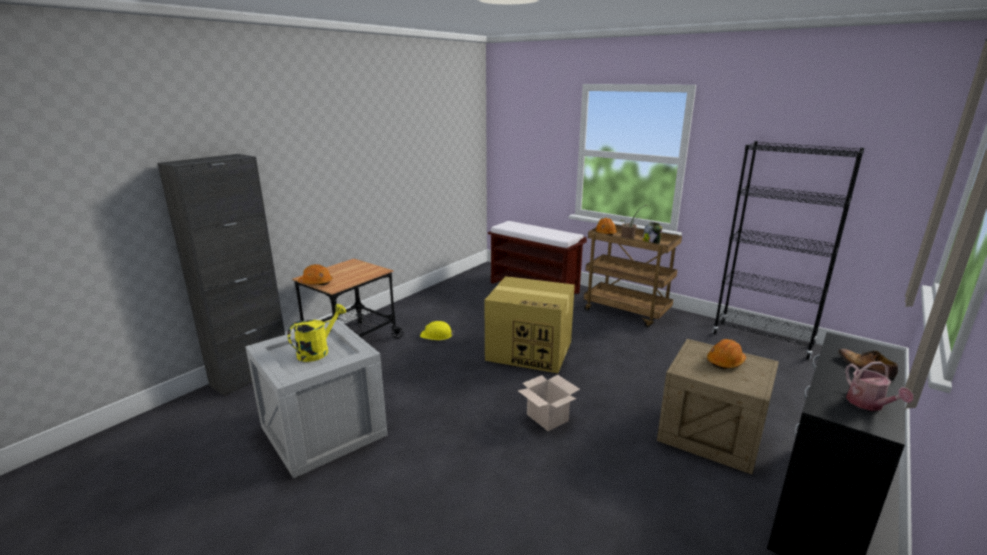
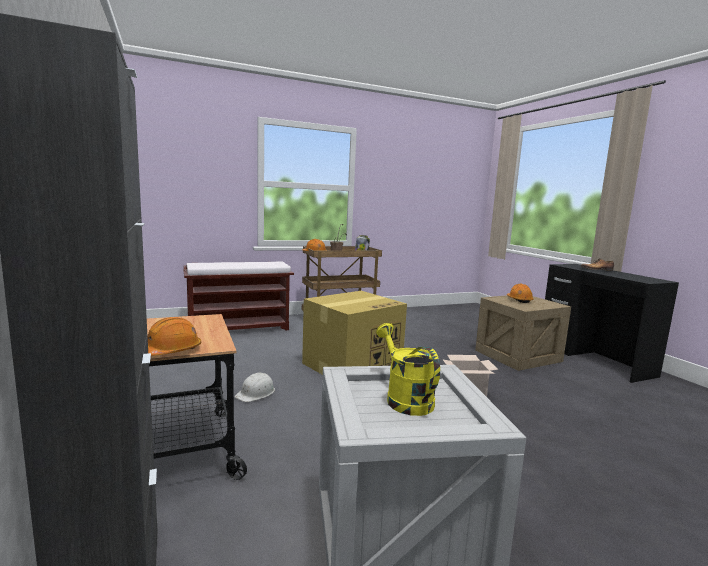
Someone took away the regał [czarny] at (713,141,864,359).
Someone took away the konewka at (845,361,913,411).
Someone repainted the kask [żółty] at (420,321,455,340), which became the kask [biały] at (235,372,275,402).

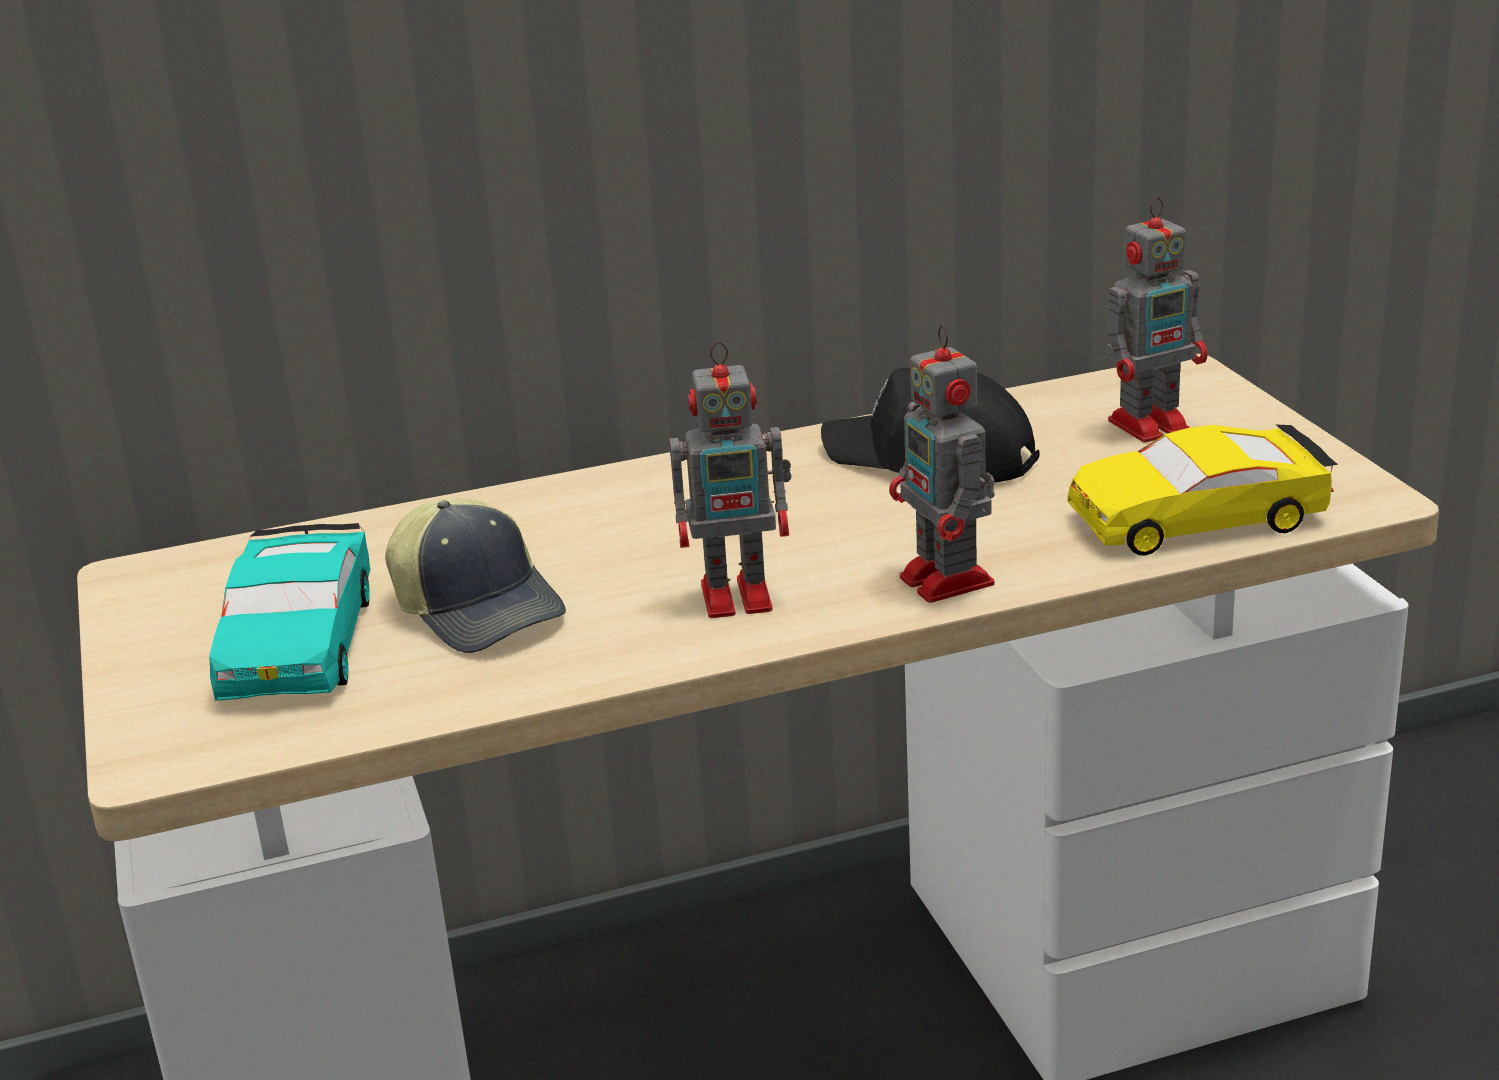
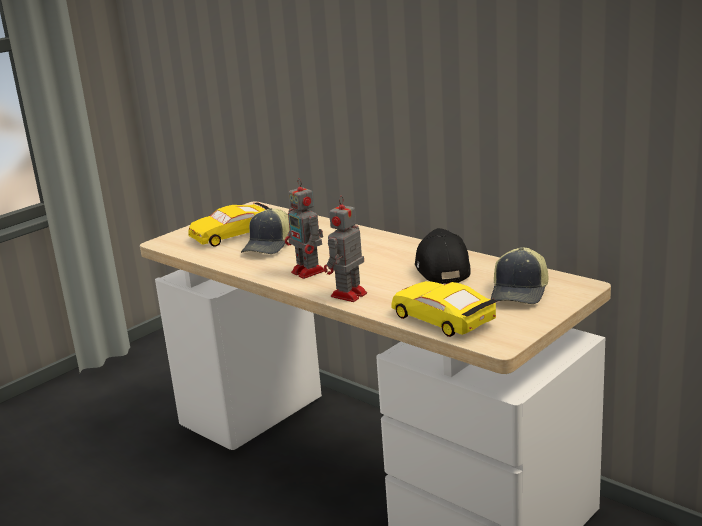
Someone swapped the robot zabawkowy at (1107,196,1208,443) for the czapka z daszkiem at (491,247,548,304).
Someone repainted the samochodzik [turkusowy] at (209,523,370,701), which became the samochodzik [żółty] at (188,202,269,247).

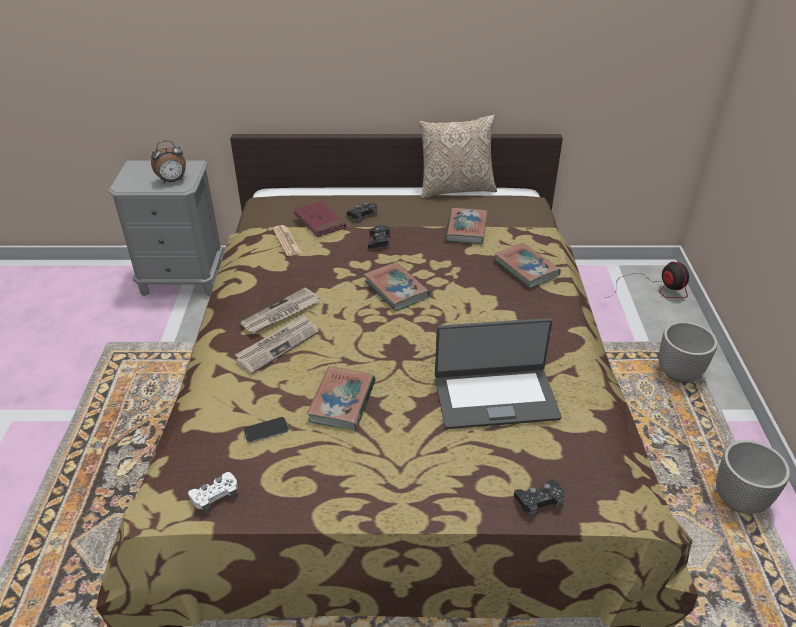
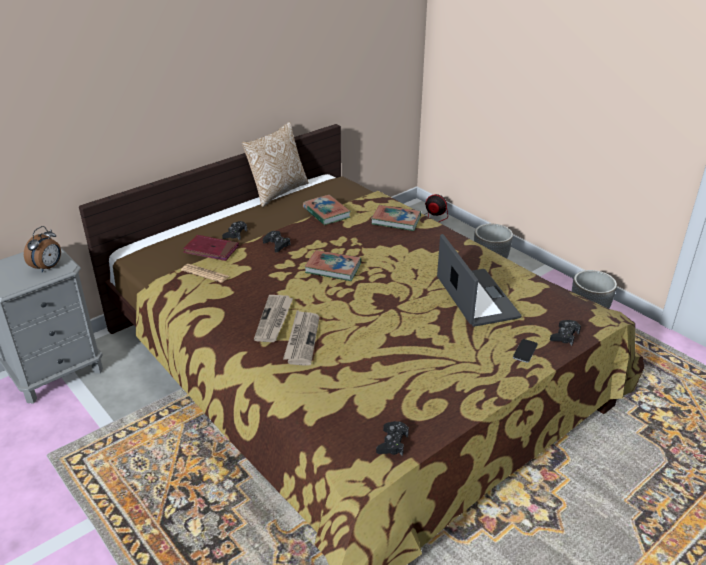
Someone took away the książka at (307,366,375,430).
Someone carried the telefon from (243,417,289,443) to (513,339,538,363).
Someone repainted the pad do gier [biały] at (188,472,238,515), which became the pad do gier [czarny] at (376,421,409,456).
Someone rotated the laptop at (435,318,562,429) by 60 degrees counterclockwise.

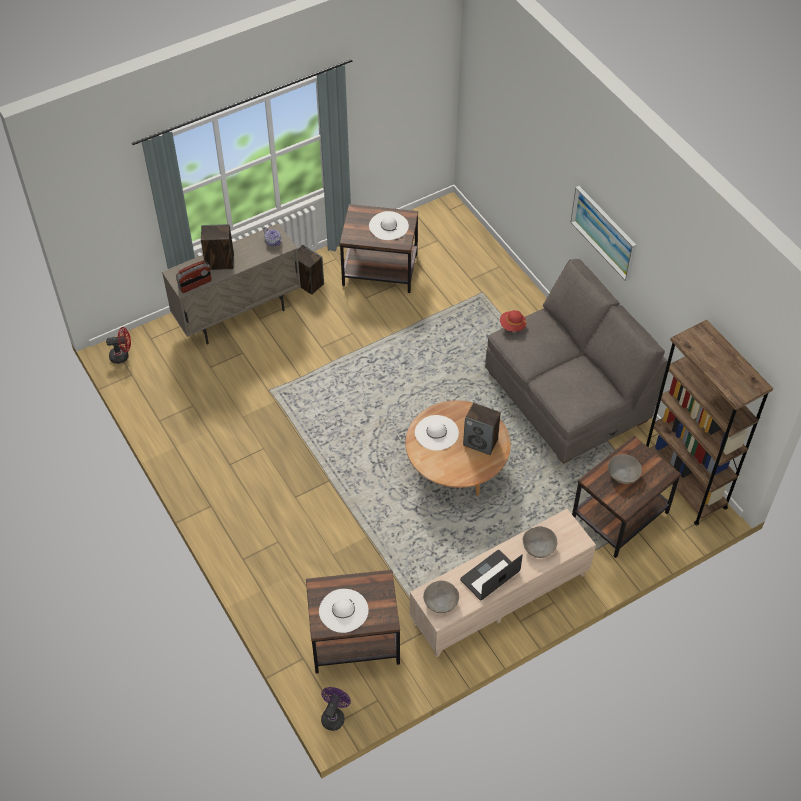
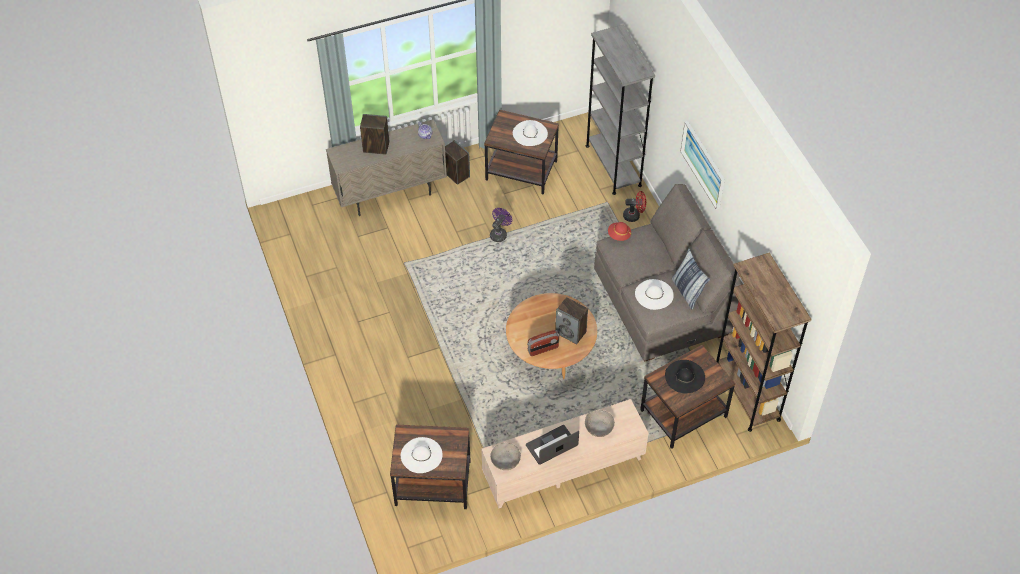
Someone put down the regał [szary] at (586,24,655,195).
Someone put down the poduszka at (672,249,710,309).
Someone carried the wentylator [czerwony] from (106,327,131,364) to (623,191,646,222).
Someone carried the radio from (176,260,212,293) to (527,330,559,356).
Someone carried the wentylator [fioletowy] from (321,687,351,731) to (490,208,512,242).
Someone carried the kapelusz [biały] from (415,415,459,451) to (635,279,674,310).
Someone swapped the miska [szary] at (608,454,642,484) for the kapelusz [czarny] at (665,360,705,393).

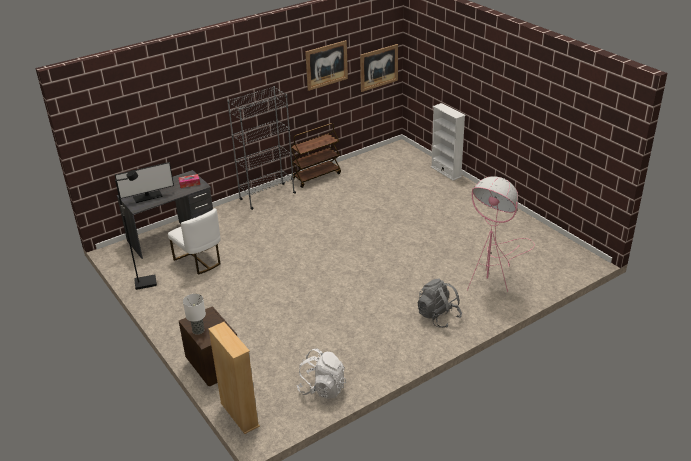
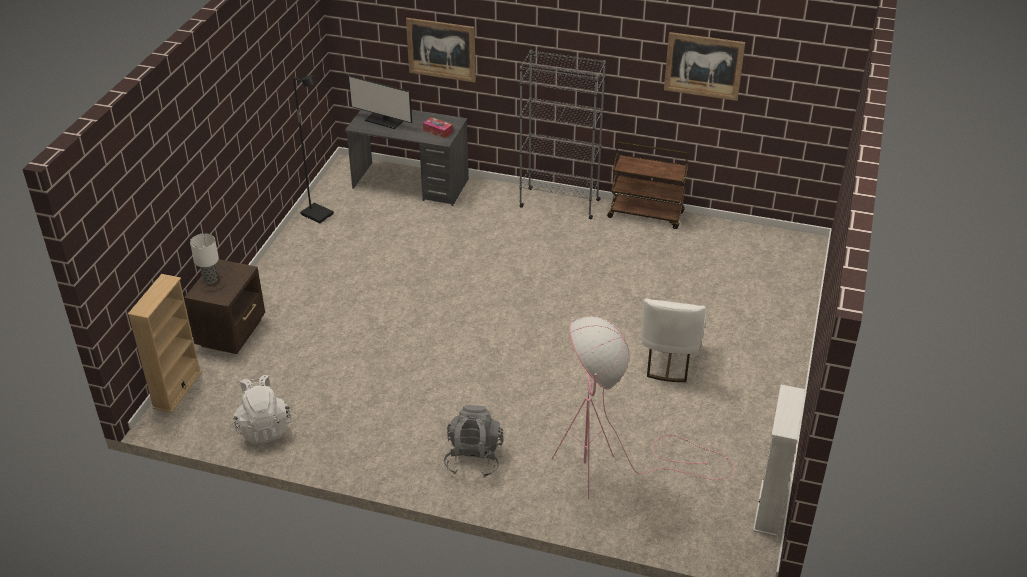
Someone carried the krzesło [biały] from (168,208,221,274) to (641,298,707,382).
Someone carried the obraz from (360,44,398,92) to (406,18,476,83).
Someone carried the regał [biały] from (431,103,465,181) to (753,385,805,537).

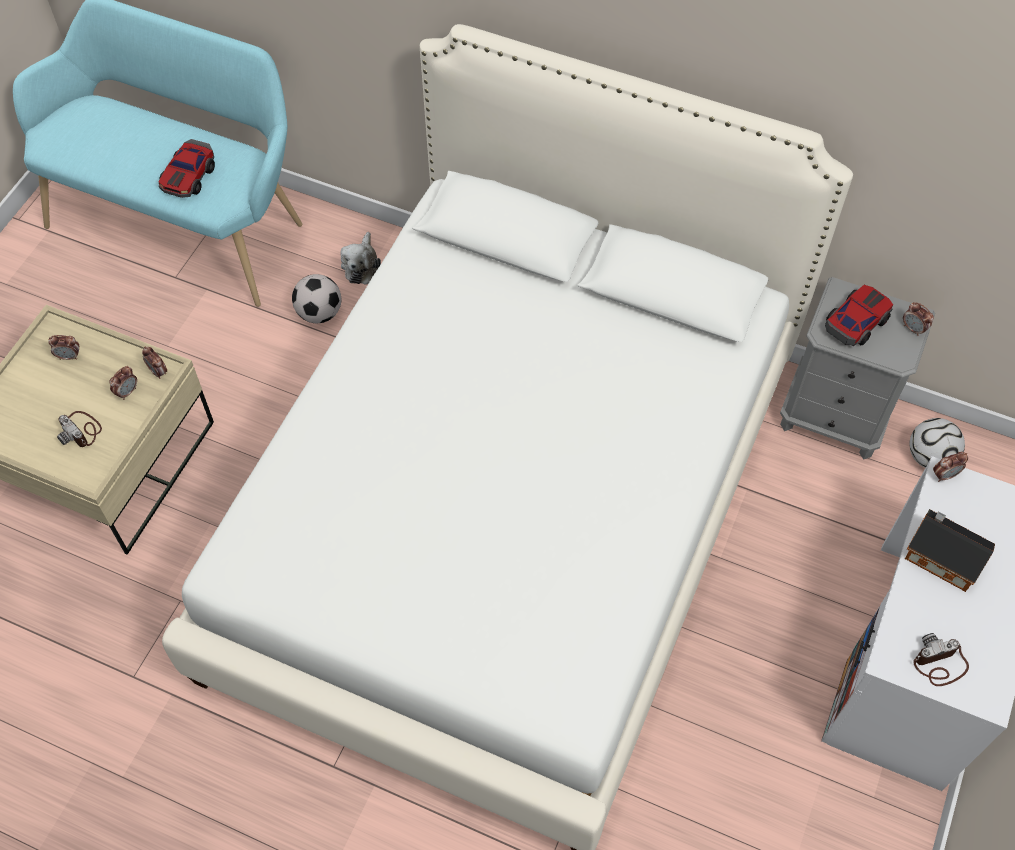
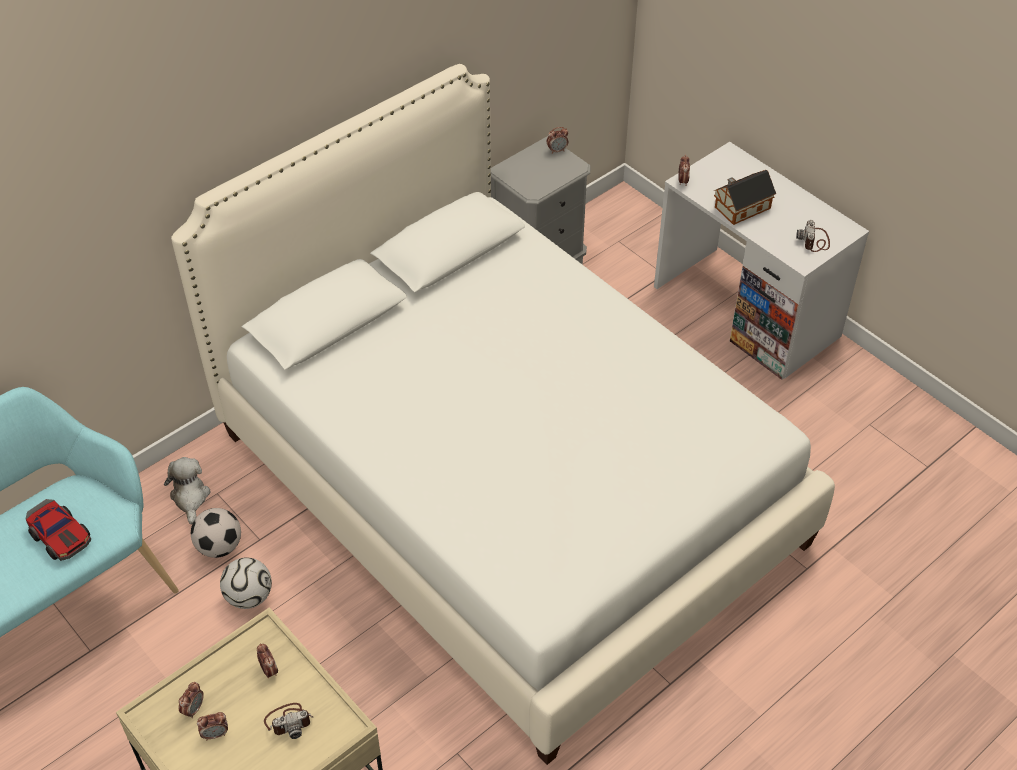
Someone took away the samochodzik at (825,285,893,346).
Someone carried the budzik from (142,347,167,379) to (197,712,228,740).
Someone carried the piłka futbolowa from (909,418,965,468) to (220,558,272,609).
Someone rotated the pluszak at (341,232,381,285) by 135 degrees counterclockwise.

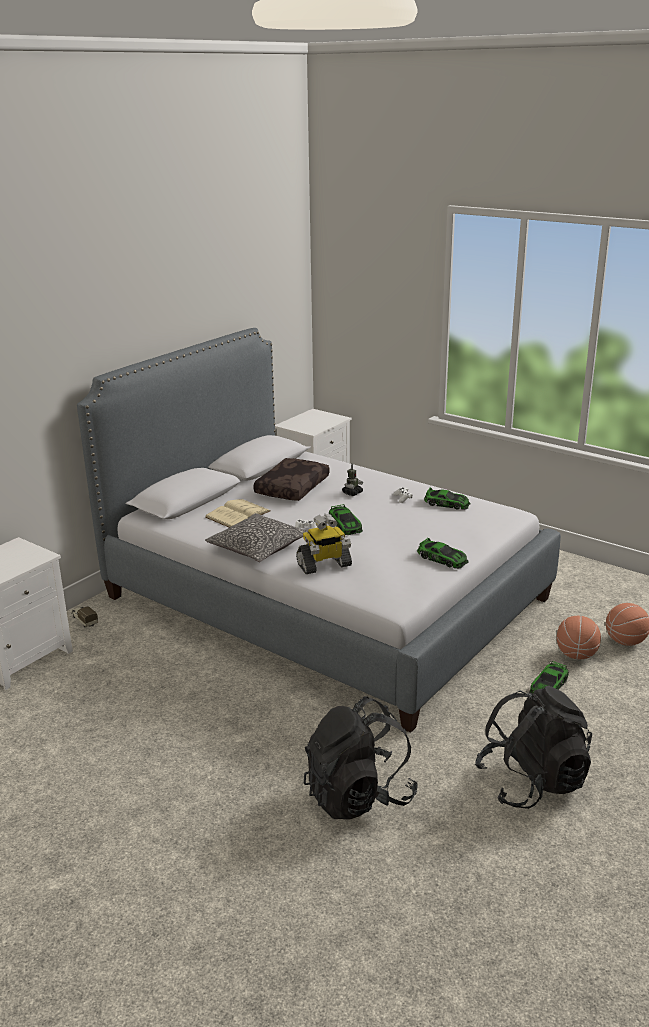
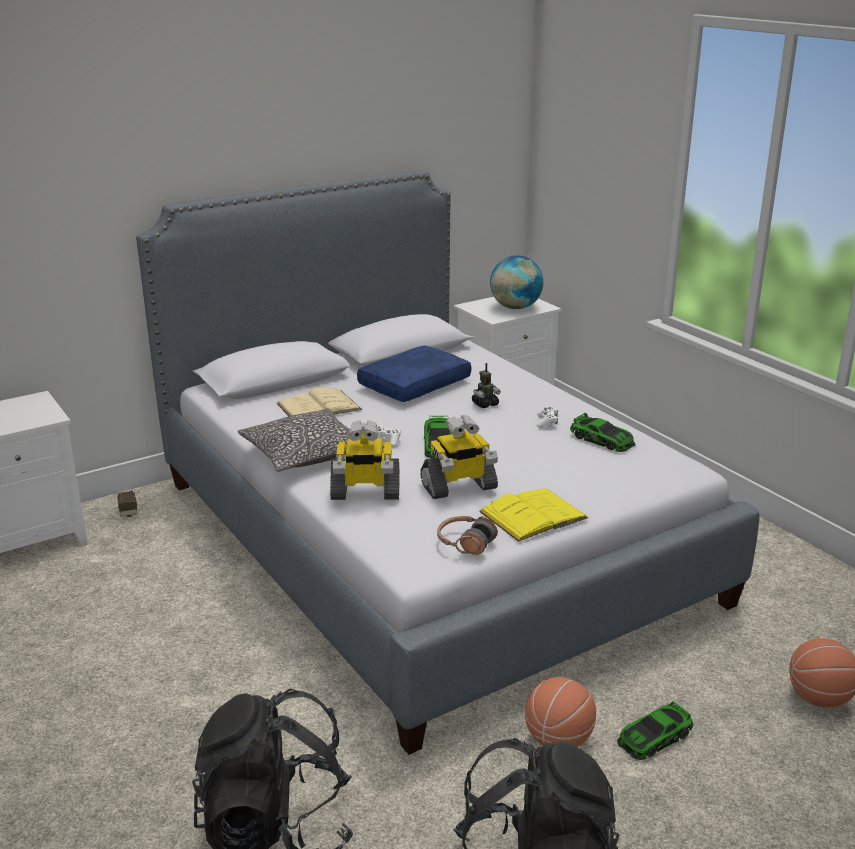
Someone put down the robot zabawkowy at (420,415,498,499).
Someone put down the słuchawki at (437,516,498,555).
Someone put down the globus at (490,255,544,309).
Someone carried the piłka do koszykówki from (557,616,601,659) to (525,677,596,747).
Someone swapped the samochodzik at (417,538,468,569) for the książka [żółty] at (479,488,588,542).
Someone repainted the poduszka [brązowy] at (253,458,330,501), which became the poduszka [niebieski] at (357,345,471,402).

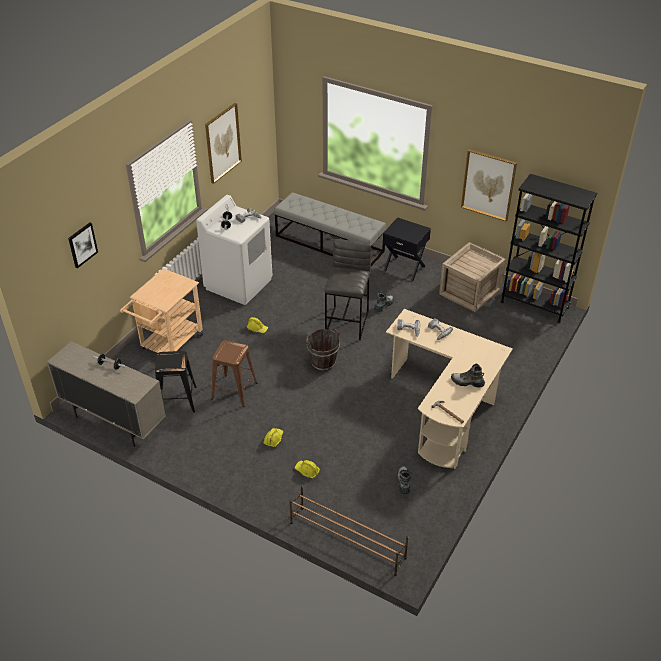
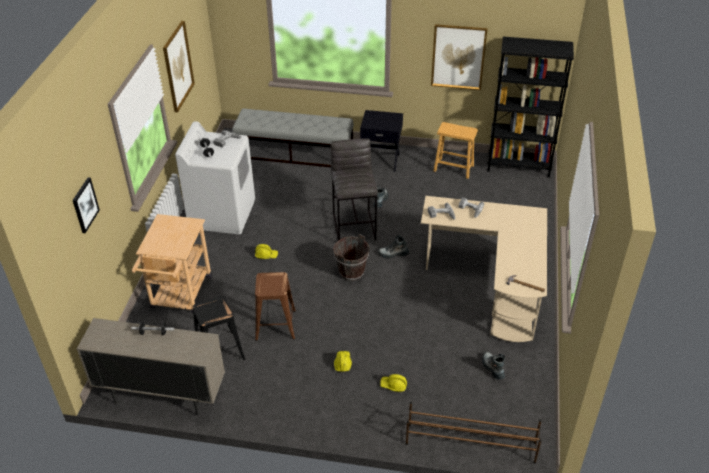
Someone carried the but z cholewką from (451,364,485,388) to (378,235,409,259).
Someone swapped the skrzynka at (439,242,506,313) for the stołek [brązowy] at (434,122,478,179).

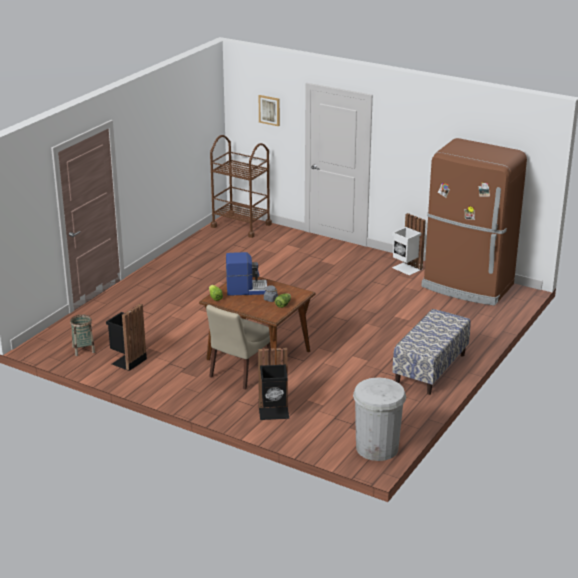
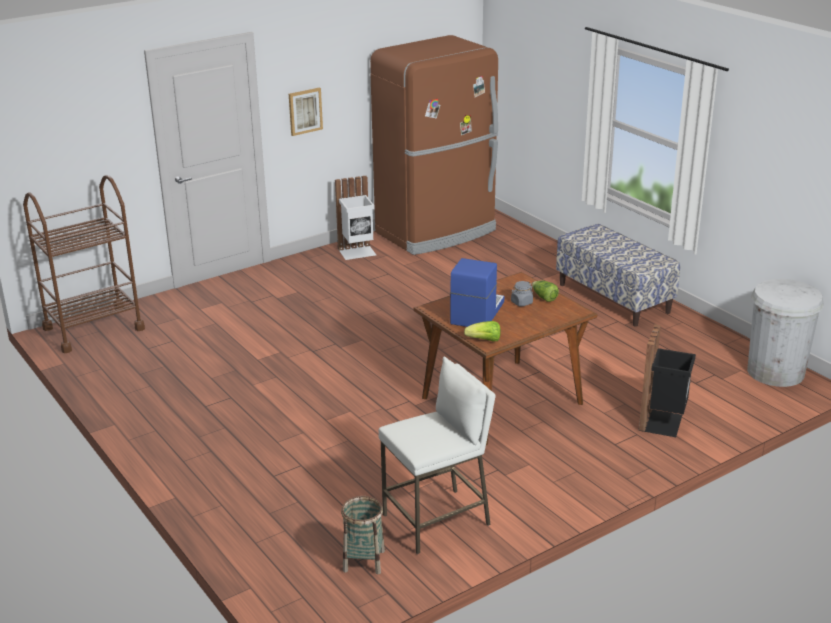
Someone took away the krzesło [beżowy] at (206,305,271,390).
Someone carried the obraz from (259,95,280,126) to (289,88,323,136).
Someone swapped the kosz na śmieci [czarny] at (106,304,147,371) for the stołek [biały] at (378,357,496,554).

